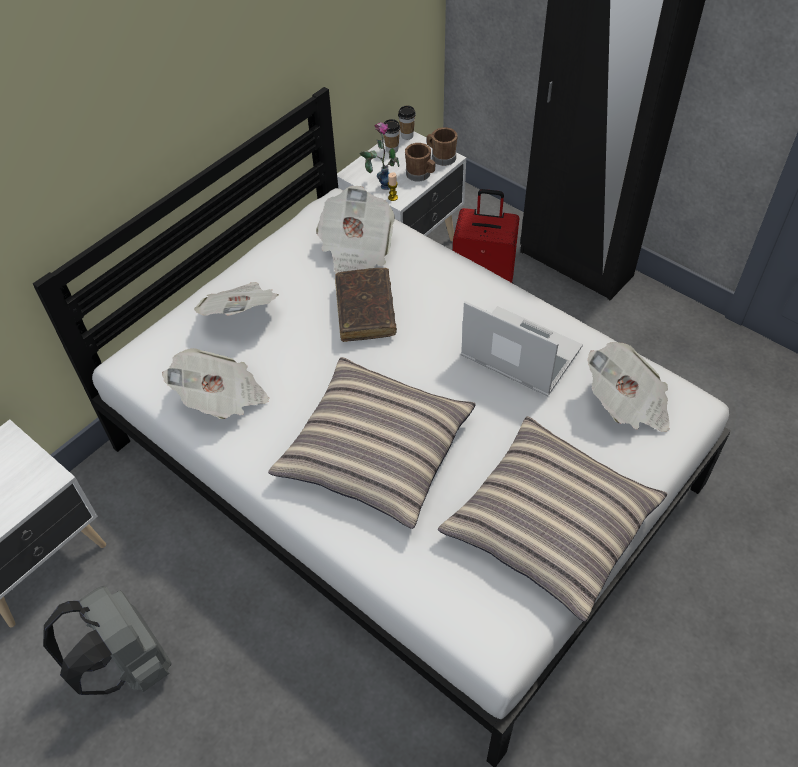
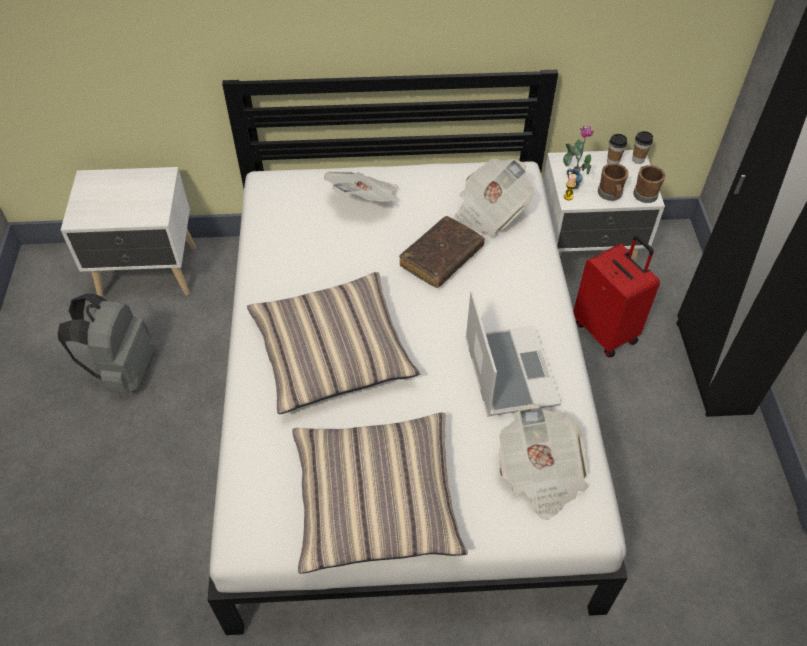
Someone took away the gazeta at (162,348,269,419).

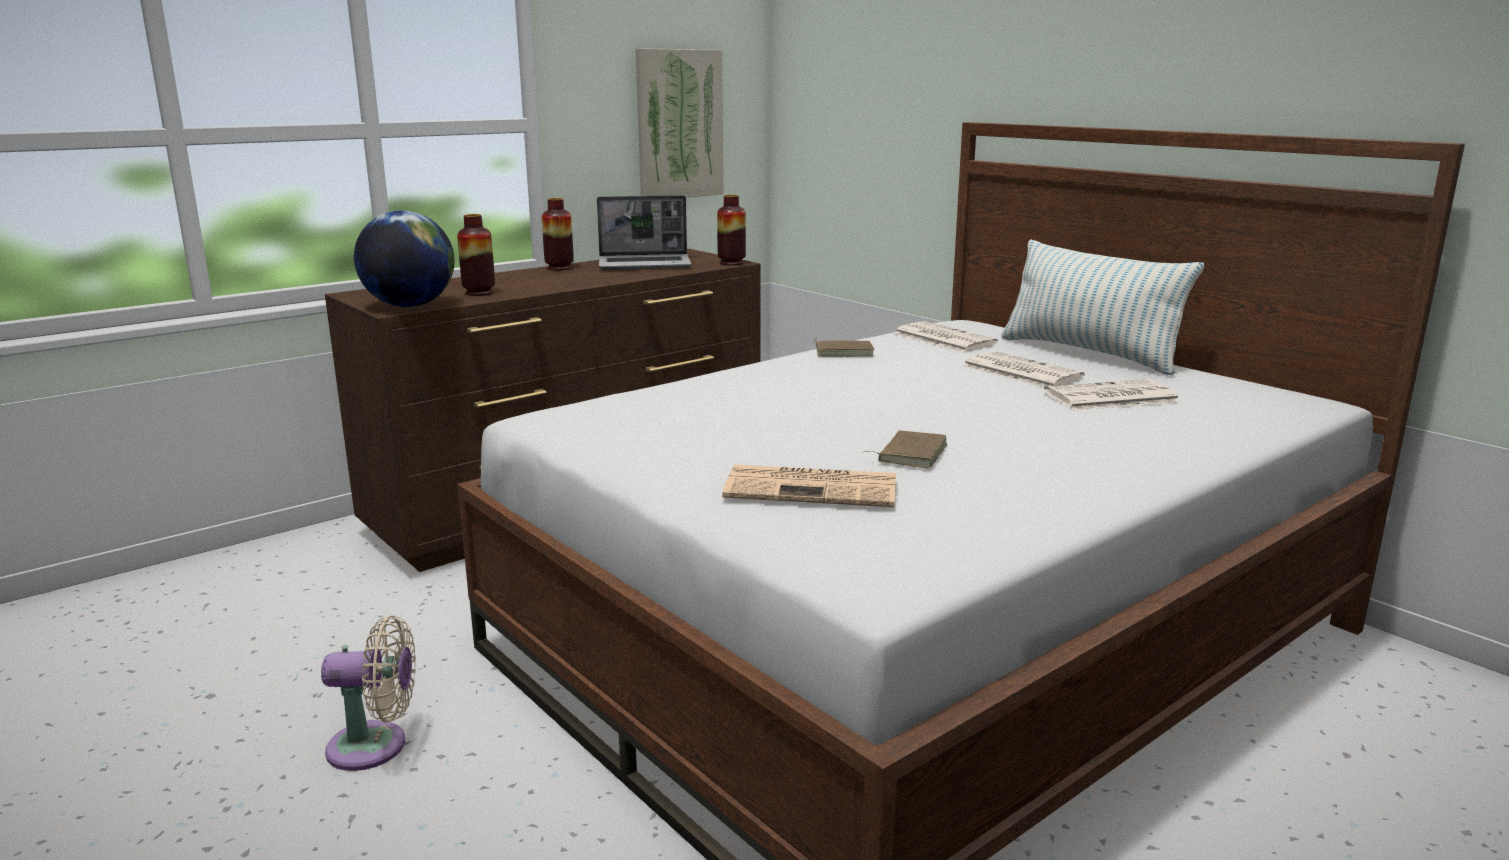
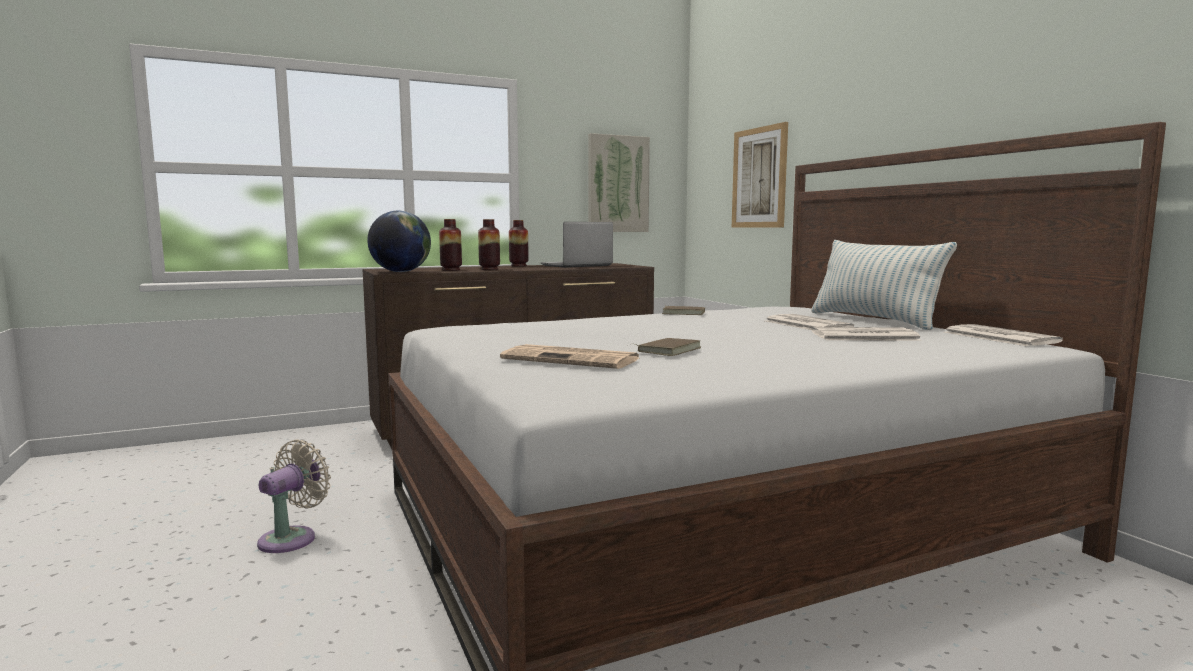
Someone put up the obraz at (732,122,788,228).
Someone carried the wazon from (717,195,746,265) to (478,219,500,270).
Someone carried the gazeta from (894,321,998,352) to (944,324,1063,346).
Someone rotated the wentylator [beżowy] at (321,616,416,771) by 75 degrees counterclockwise.
Someone rotated the laptop at (597,195,692,270) by 135 degrees clockwise.

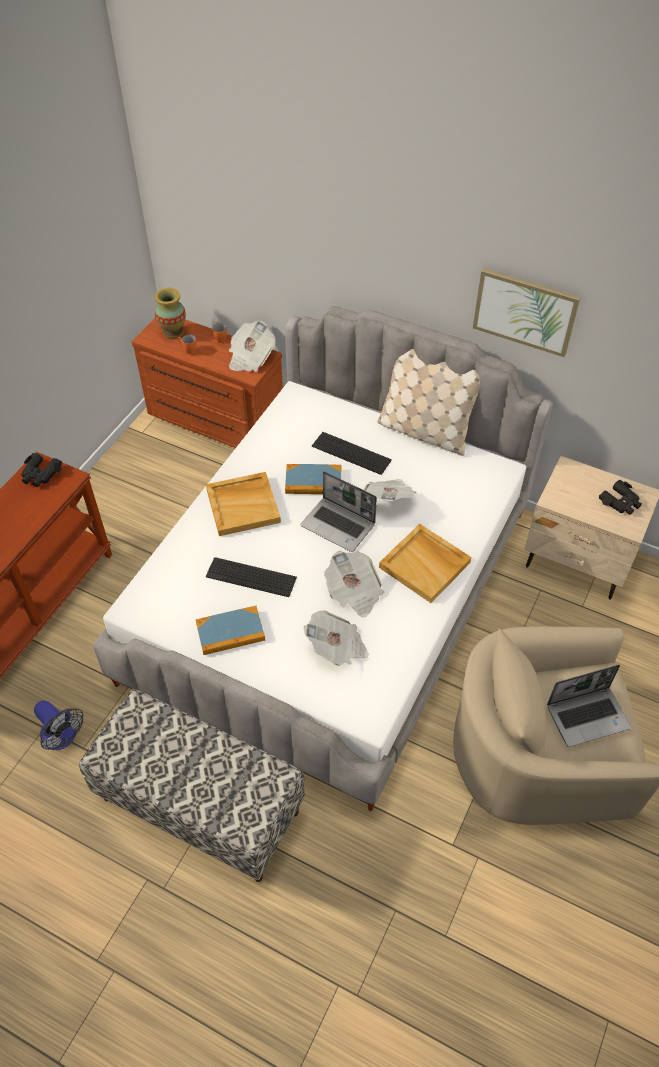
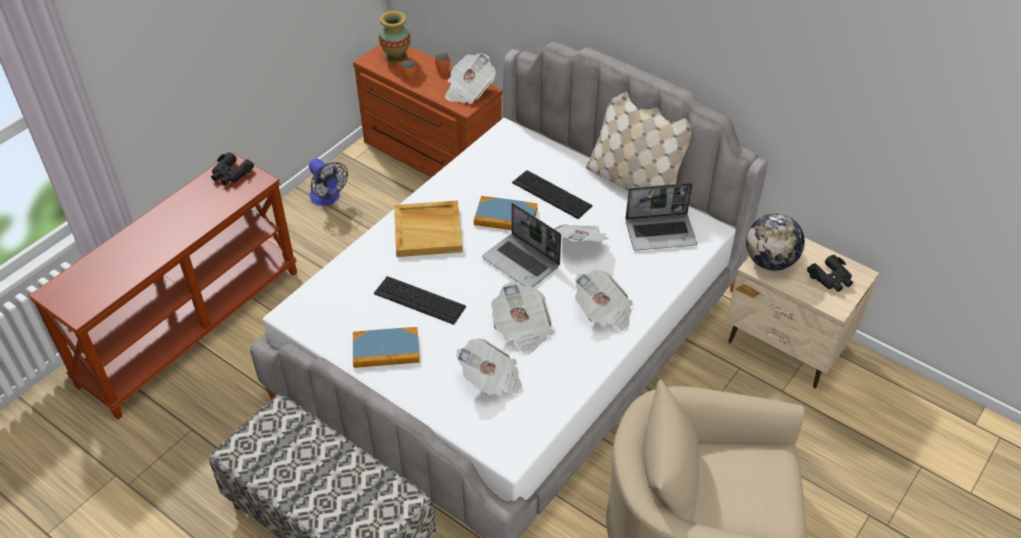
Someone took away the obraz at (473,268,581,357).
Someone put down the globus at (746,213,805,271).
Someone carried the wentylator from (34,701,83,750) to (309,159,348,206).
Someone carried the laptop from (547,665,631,747) to (625,183,697,250).
Someone swapped the taca [beżowy] at (379,524,471,603) for the gazeta at (575,270,633,331).

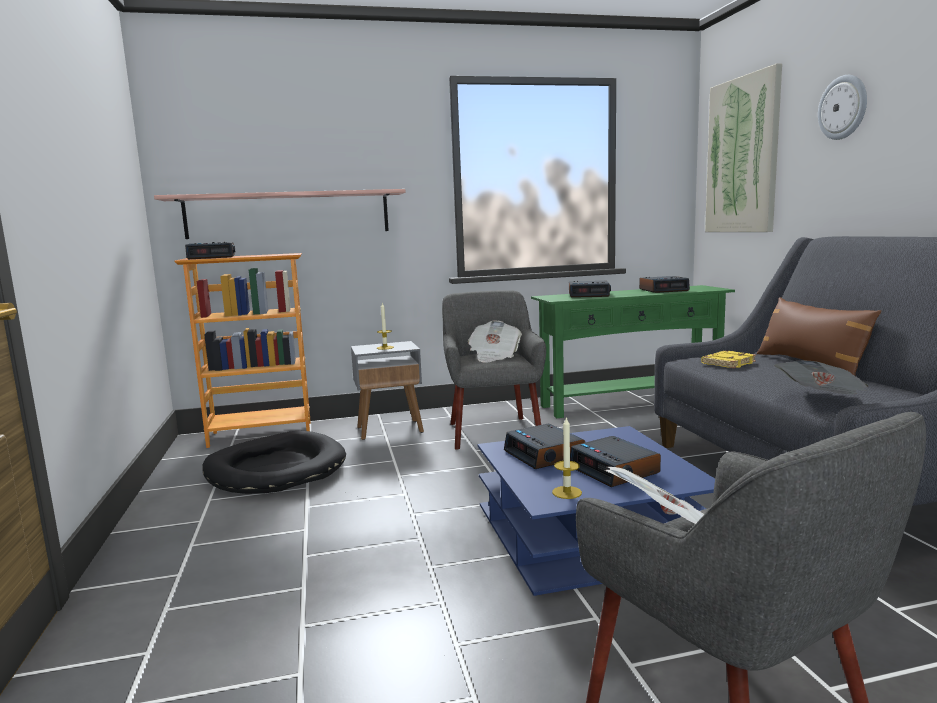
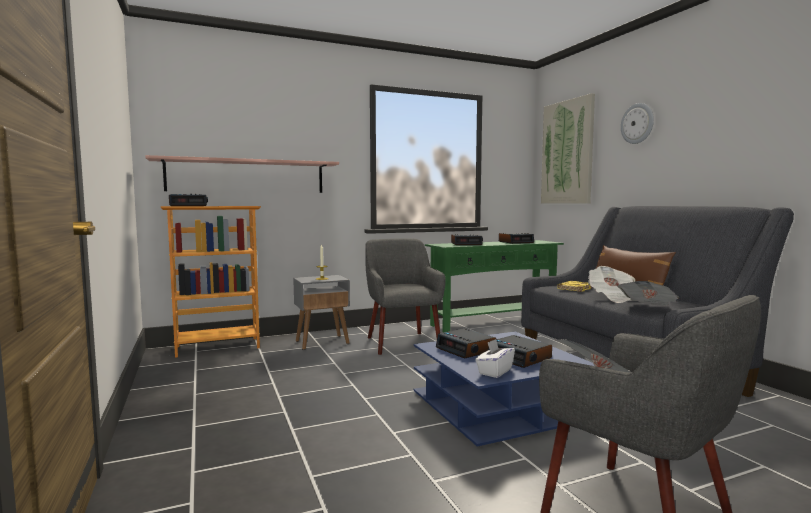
Someone took away the legowisko [czarny] at (202,431,346,494).
Someone carried the gazeta from (468,321,522,362) to (588,266,635,303).
Someone swapped the świeca at (552,416,582,499) for the pudełko chusteczek [biały] at (475,339,515,378).

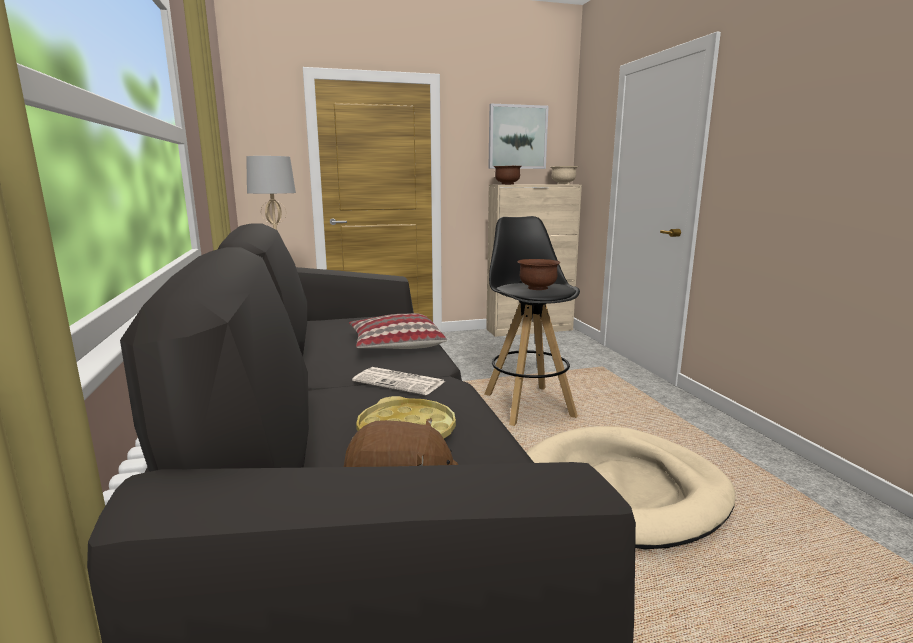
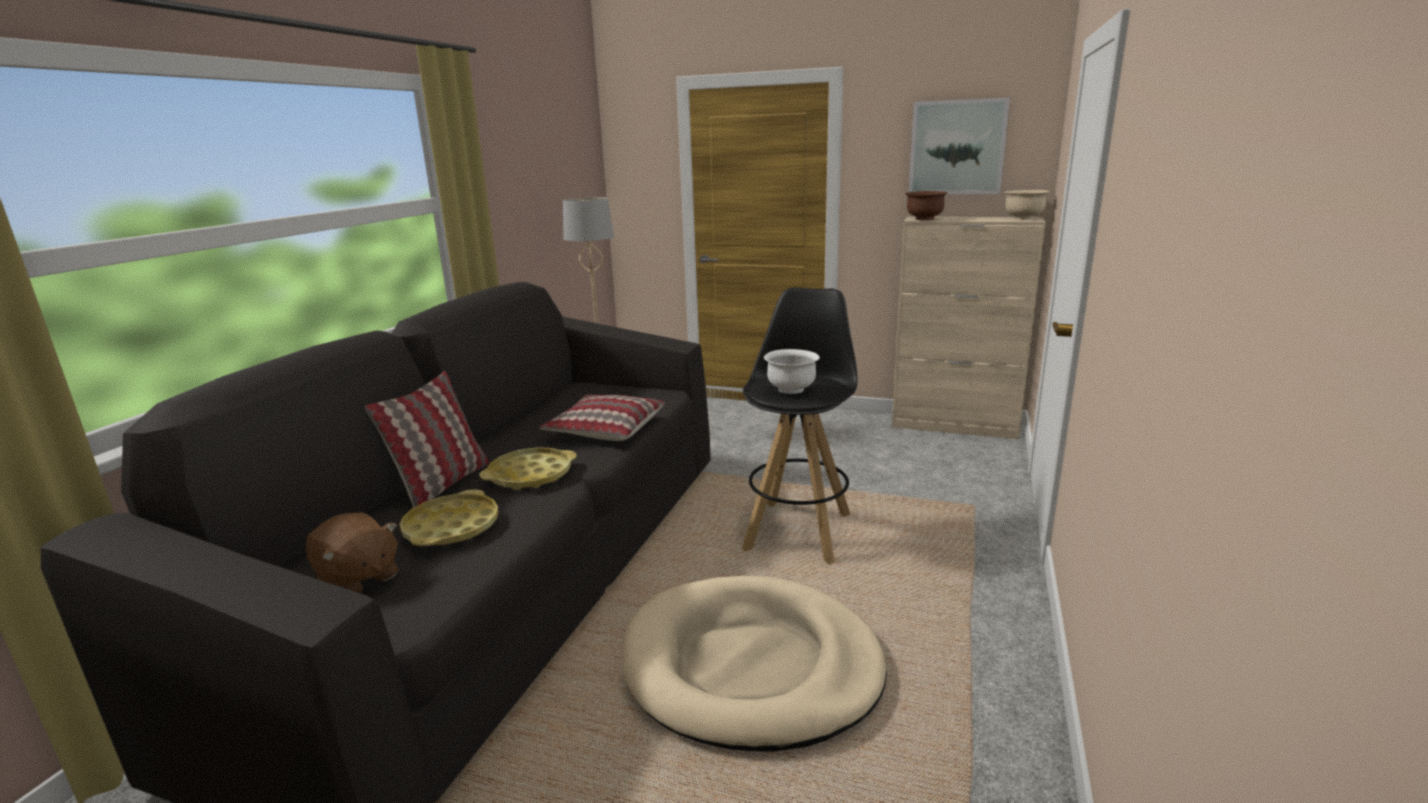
Someone put down the poduszka at (365,371,489,508).
Someone swapped the gazeta at (352,367,445,395) for the taca [żółty] at (479,447,577,490).
Someone repainted the miska [brązowy] at (517,259,560,290), which became the miska [biały] at (764,349,820,394).

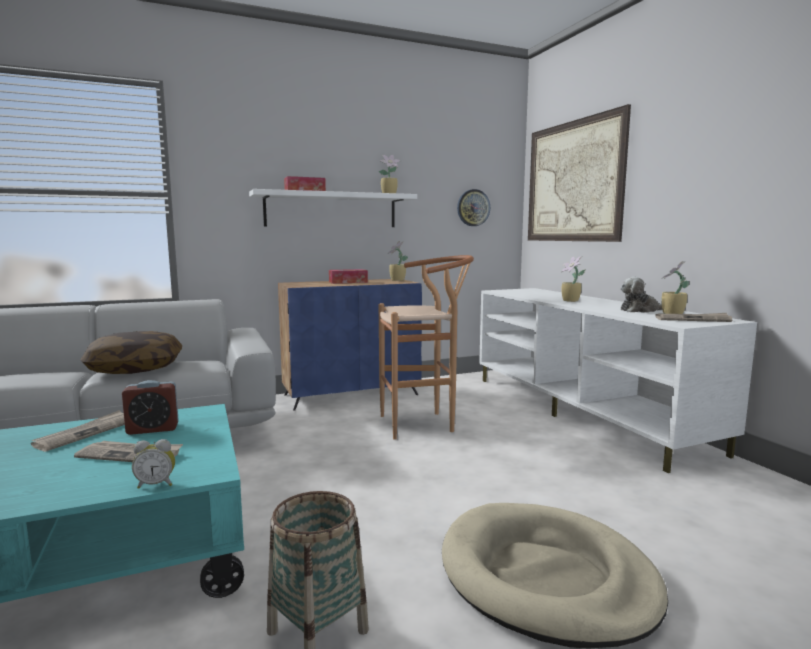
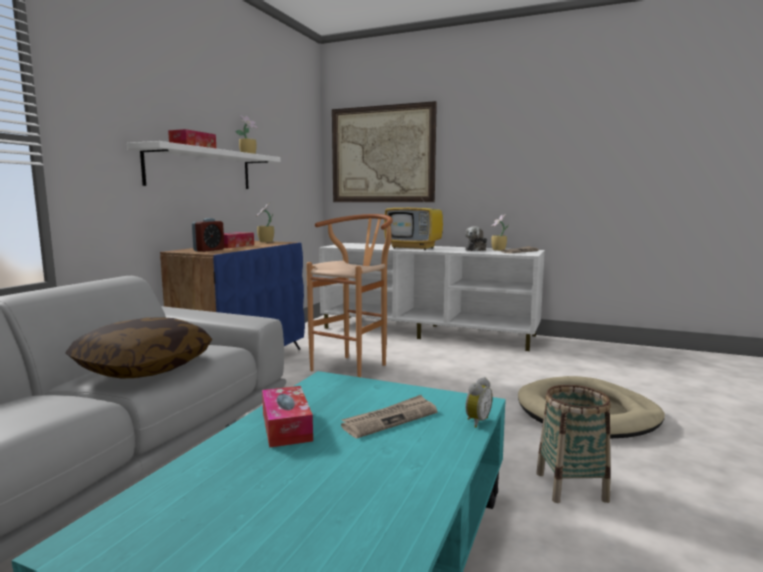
Someone took away the zegar ścienny at (457,189,490,226).
Someone carried the budzik from (122,380,179,435) to (192,218,224,252).
Someone swapped the gazeta at (31,410,125,452) for the pudełko chusteczek at (262,386,313,448).
Someone swapped the roślina doniczkowa at (561,256,586,302) for the telewizor at (384,186,443,250).

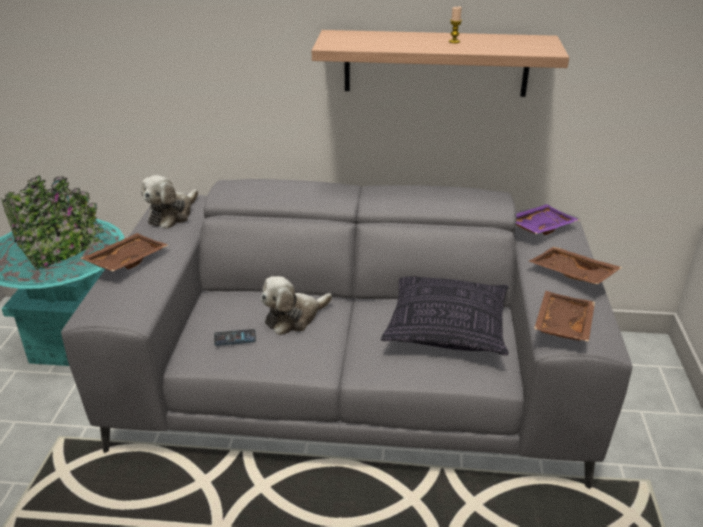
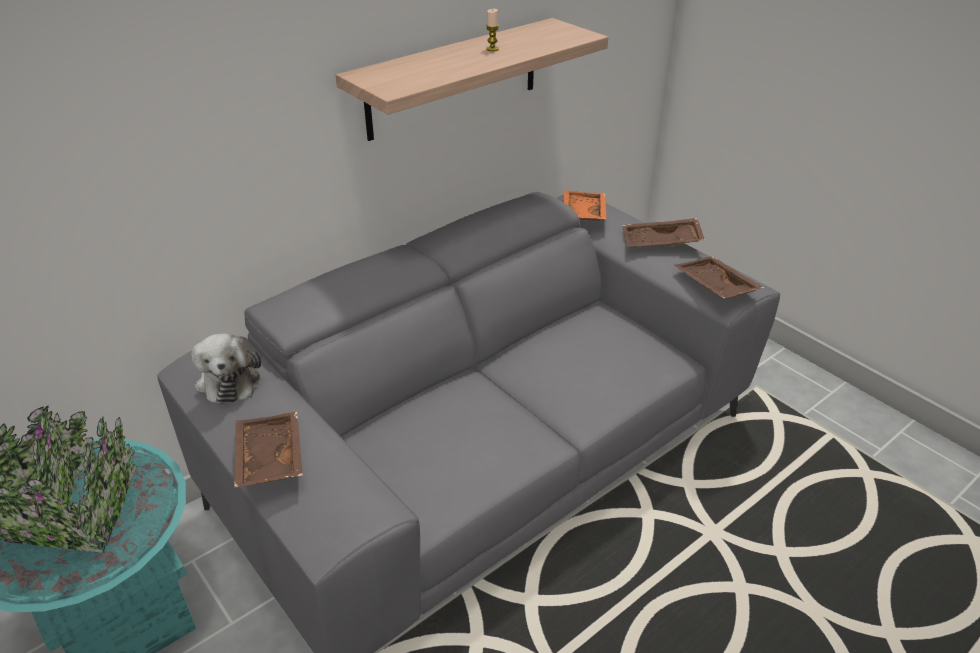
Someone took away the telefon at (214,329,256,346).
Someone took away the pluszak at (261,276,332,335).
Someone took away the poduszka at (381,276,508,356).
Someone repainted the taca [fioletowy] at (516,204,579,235), which became the taca [pomarańczowy] at (564,190,607,221).

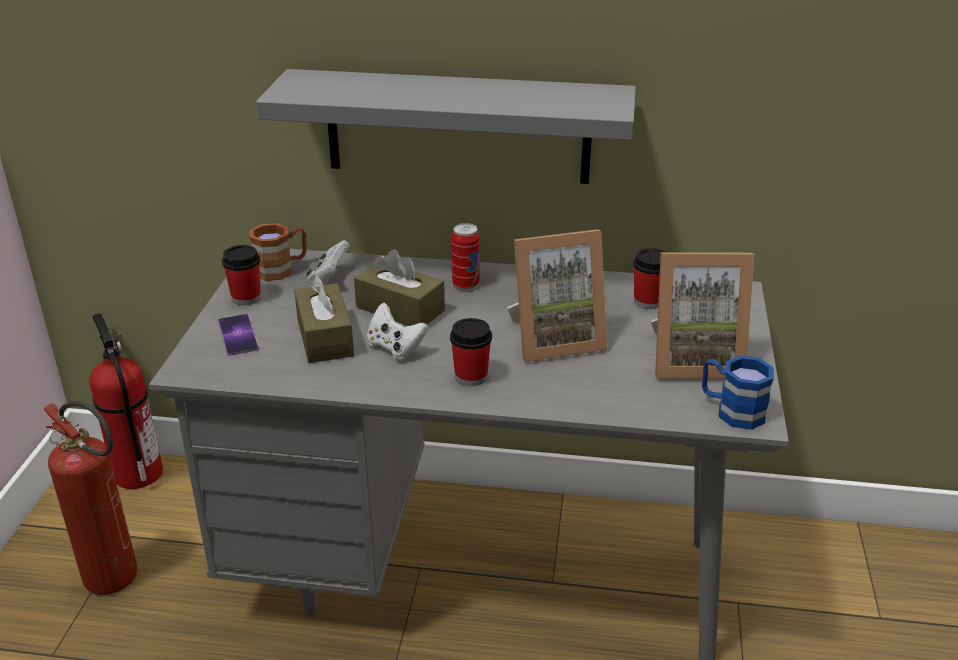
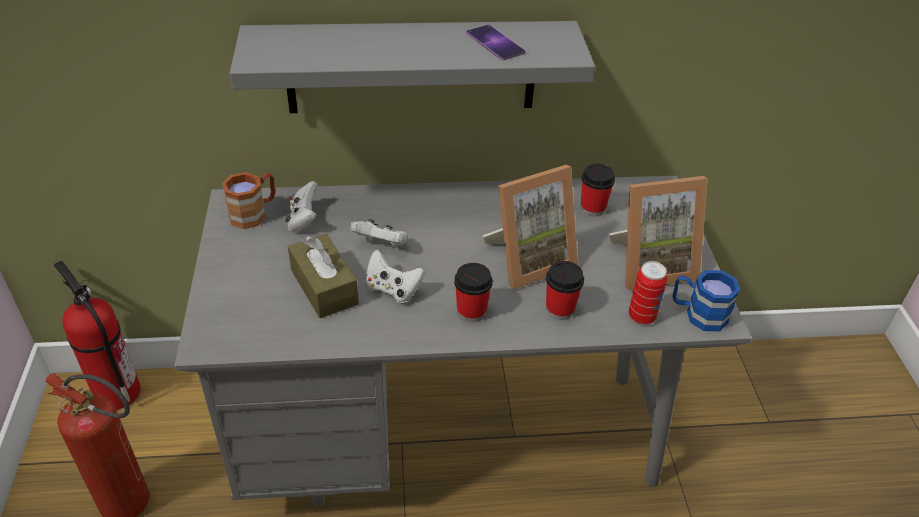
Someone carried the telefon from (218,314,259,356) to (466,25,526,61).
Someone carried the filiżanka from (222,245,261,305) to (546,261,584,320).
Someone carried the puszka from (451,223,480,290) to (629,261,667,325).
Someone swapped the pudełko chusteczek [brązowy] at (354,249,445,326) for the pad do gier [biały] at (350,219,407,248).

